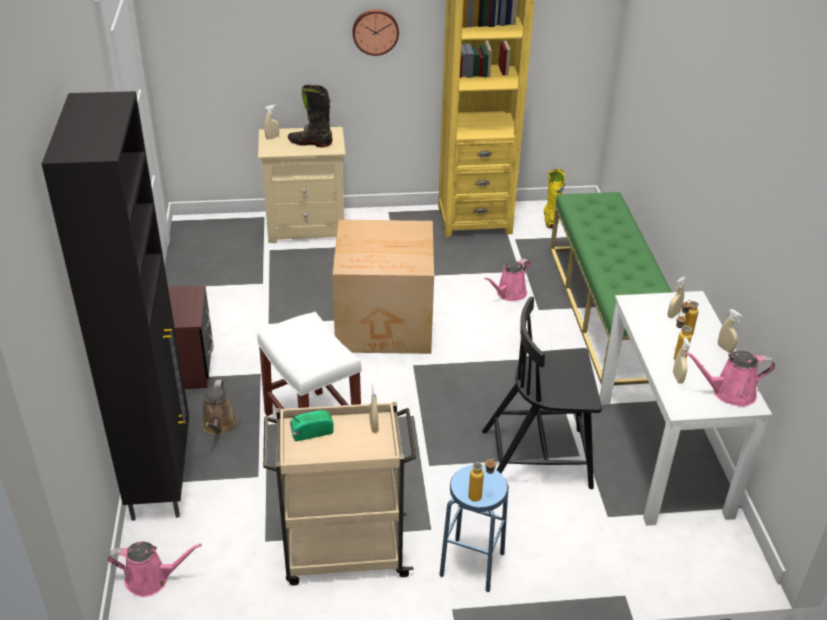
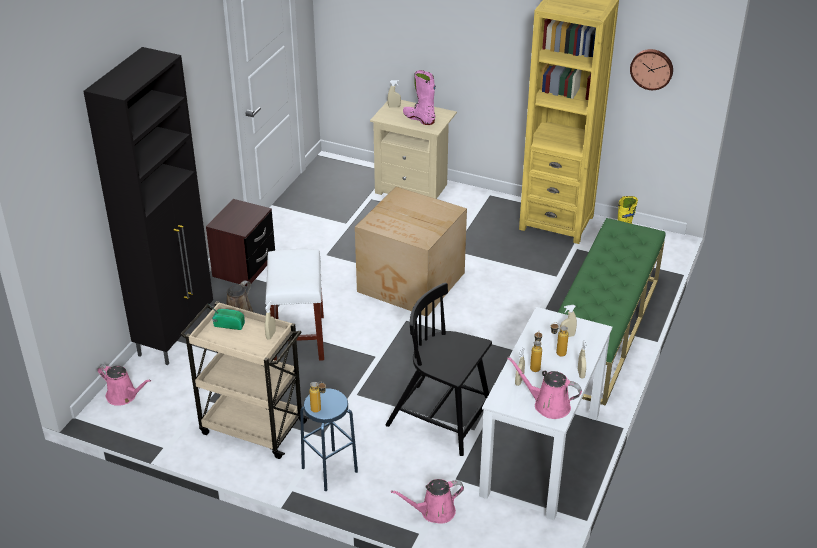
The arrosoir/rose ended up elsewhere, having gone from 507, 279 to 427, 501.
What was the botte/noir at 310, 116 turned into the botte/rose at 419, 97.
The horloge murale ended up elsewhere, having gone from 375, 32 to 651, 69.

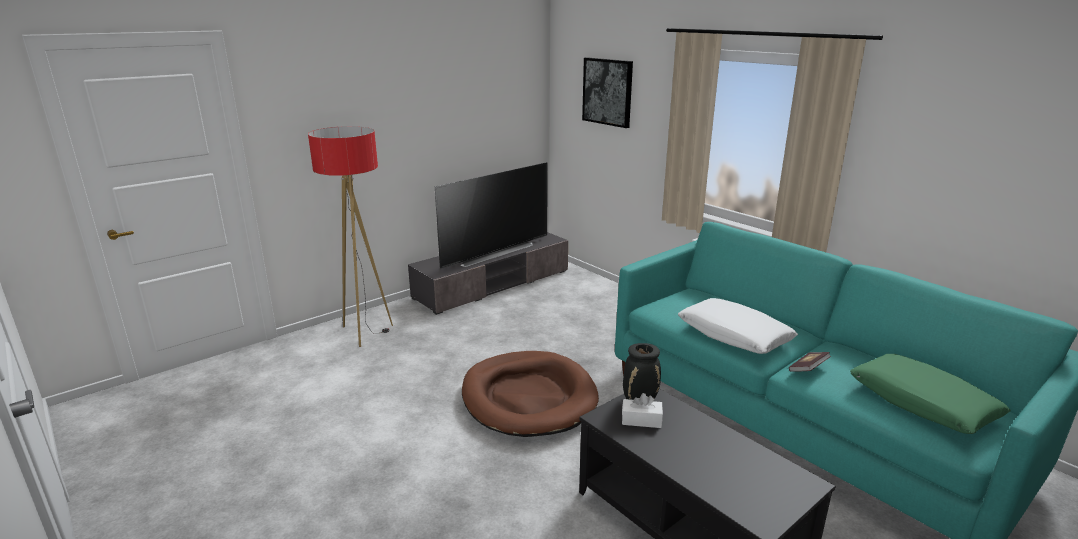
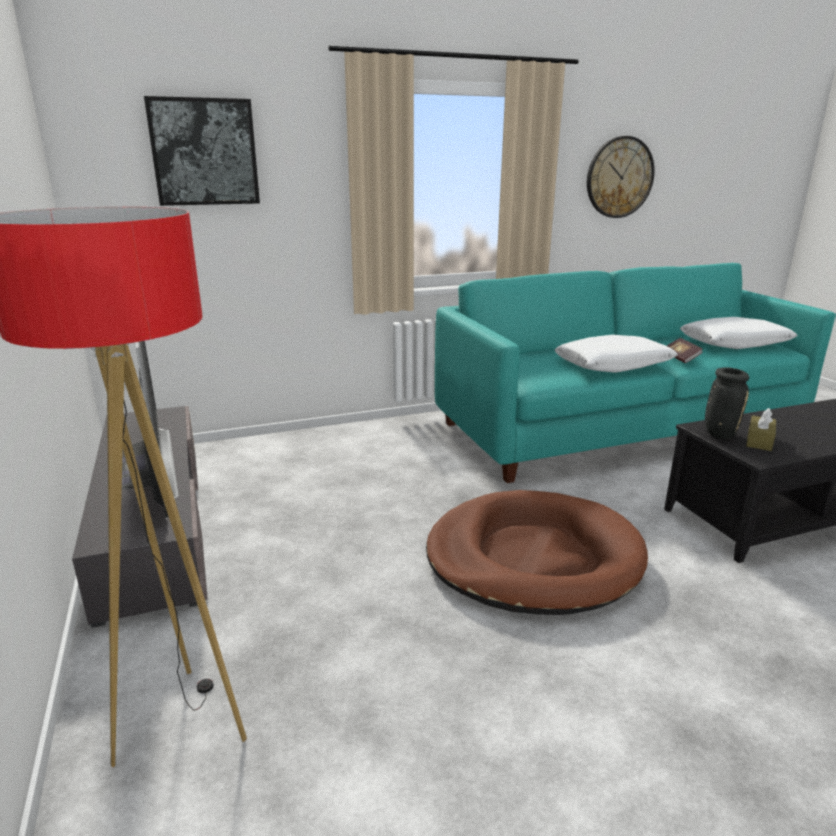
The second view gained the horloge murale at 621, 177.
What was the coussin/vert at 930, 394 turned into the coussin/blanc at 739, 333.
What was the boîte à mouchoirs/blanc at 642, 410 turned into the boîte à mouchoirs/marron at 761, 429.

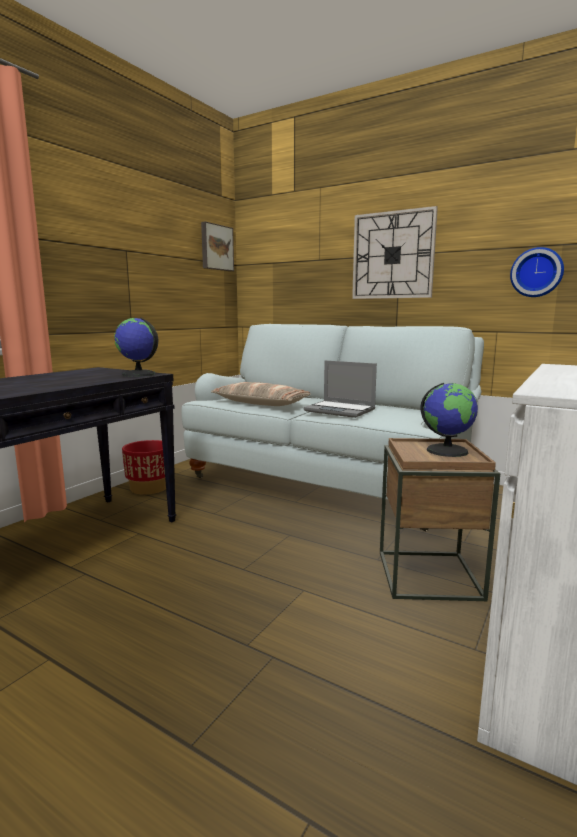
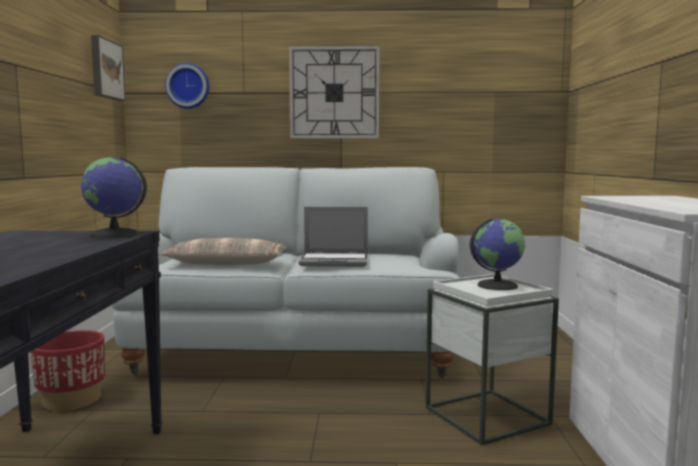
The horloge murale ended up elsewhere, having gone from 537, 272 to 187, 86.
What was the table d'appoint/marron at 440, 520 turned into the table d'appoint/blanc at 492, 359.

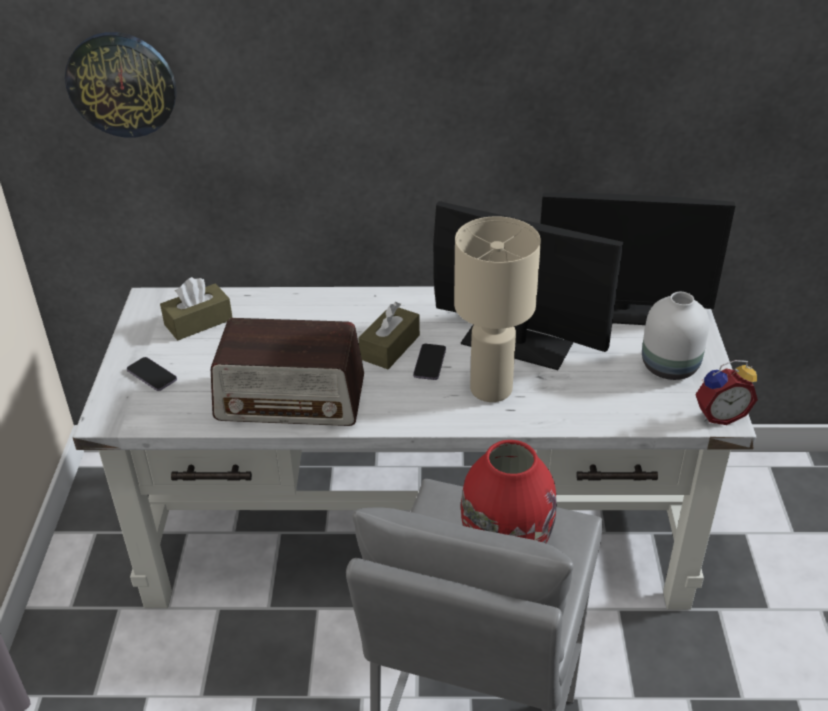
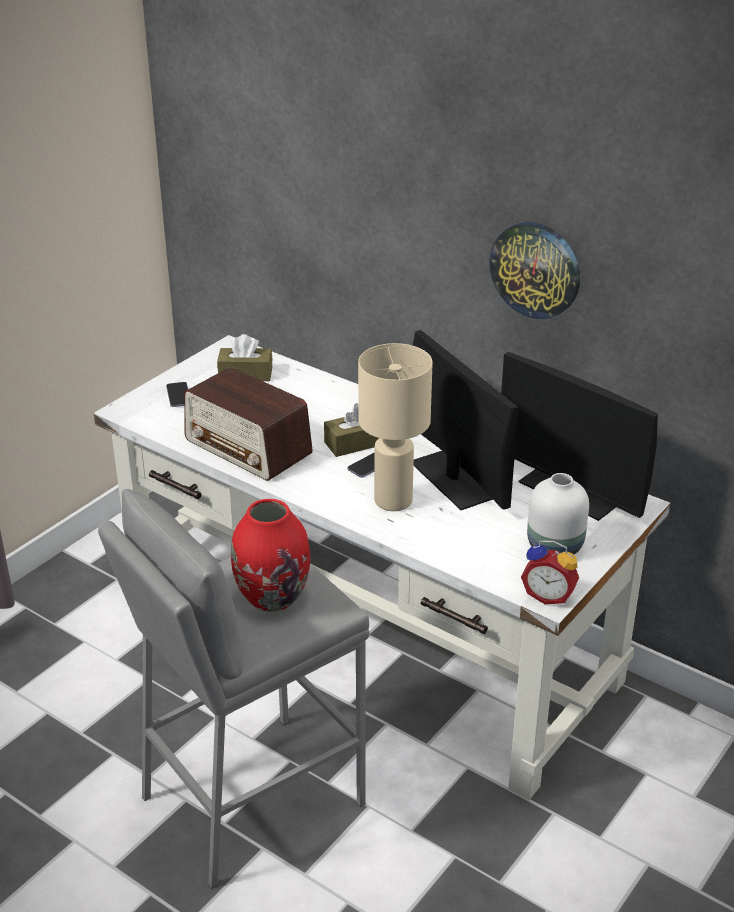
The horloge murale ended up elsewhere, having gone from 121, 85 to 534, 270.

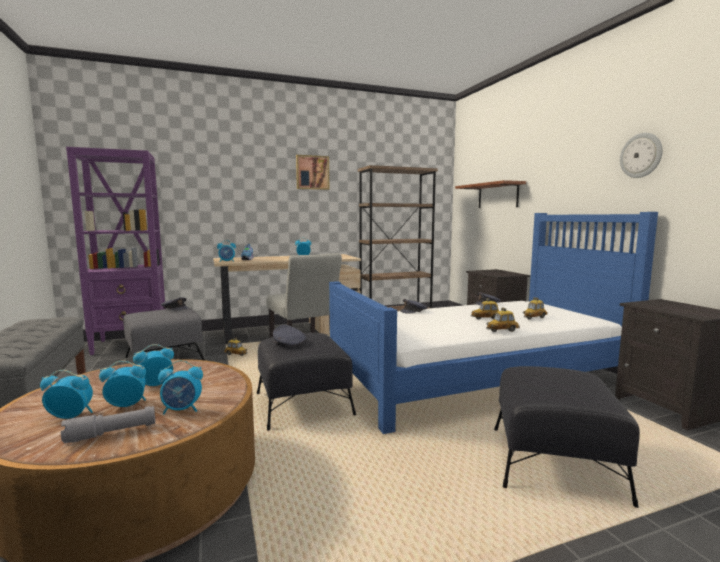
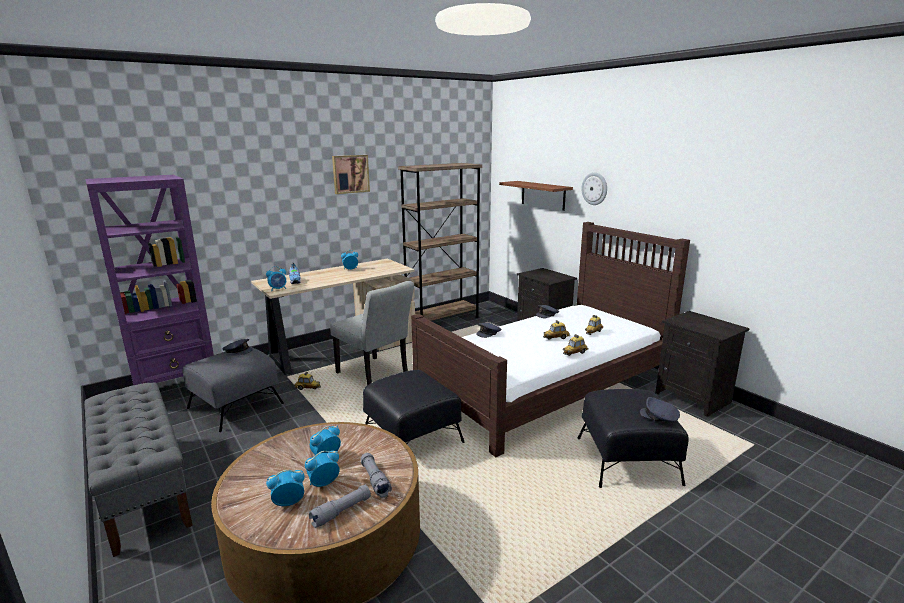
Where the réveil stood at 180, 387, the lampe de poche/gris came to stand at 376, 475.
What was the lit/bleu at 493, 323 turned into the lit/marron at 550, 339.
The horloge murale ended up elsewhere, having gone from 641, 155 to 594, 188.
The casquette/gris ended up elsewhere, having gone from 289, 335 to 660, 409.

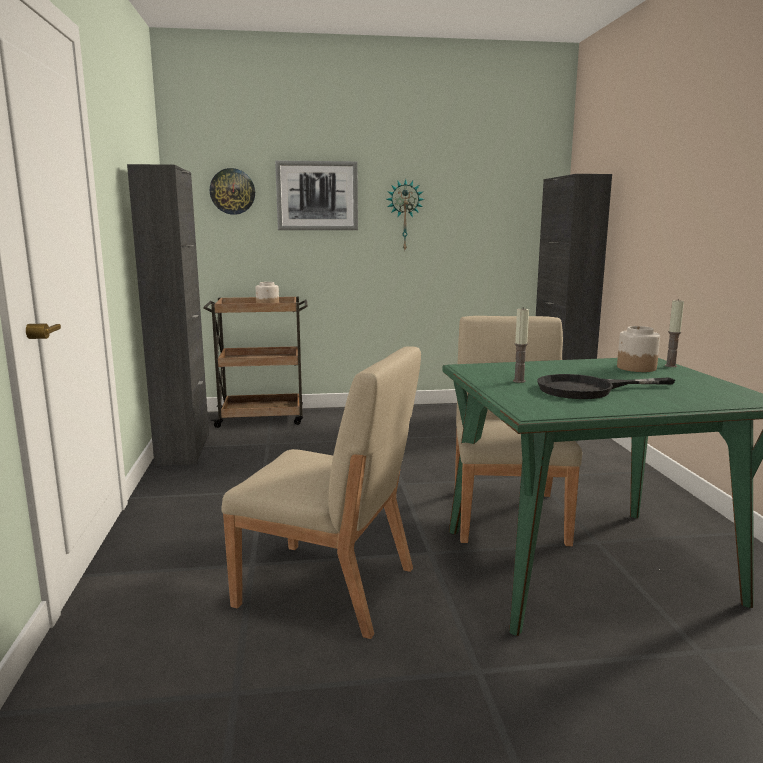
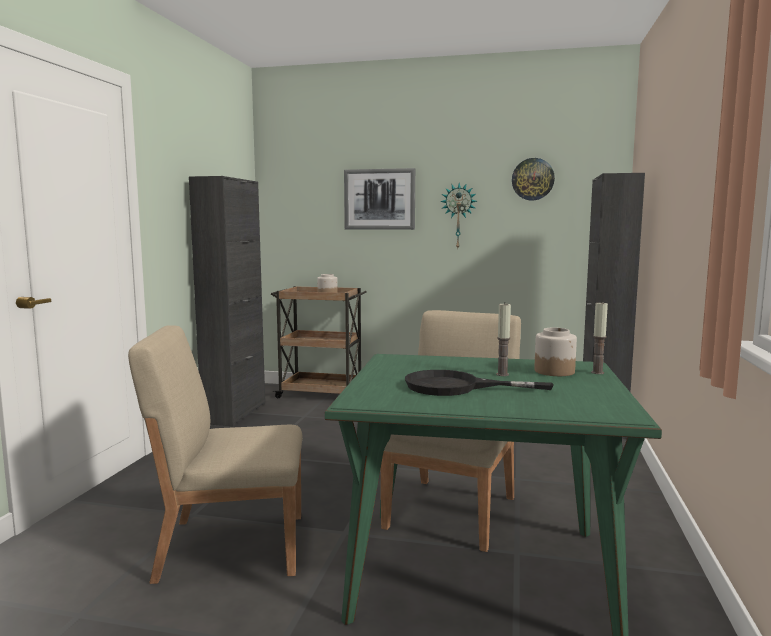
The chaise/beige at 321, 493 ended up facing another way, 135 degrees clockwise from before.
The bougie ended up elsewhere, having gone from 521, 346 to 503, 339.
The horloge murale ended up elsewhere, having gone from 232, 191 to 533, 179.

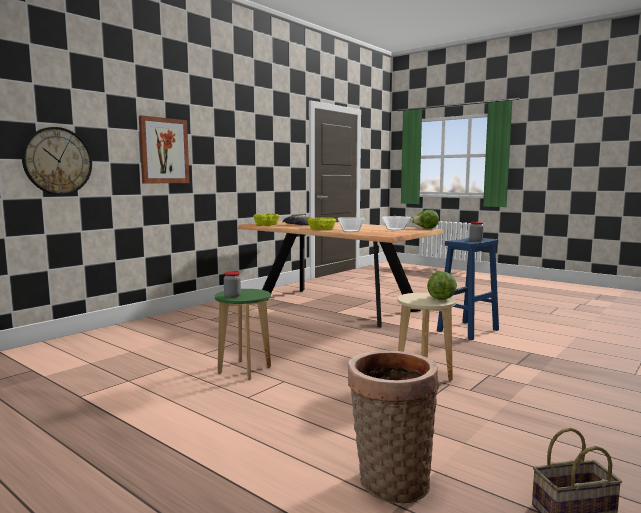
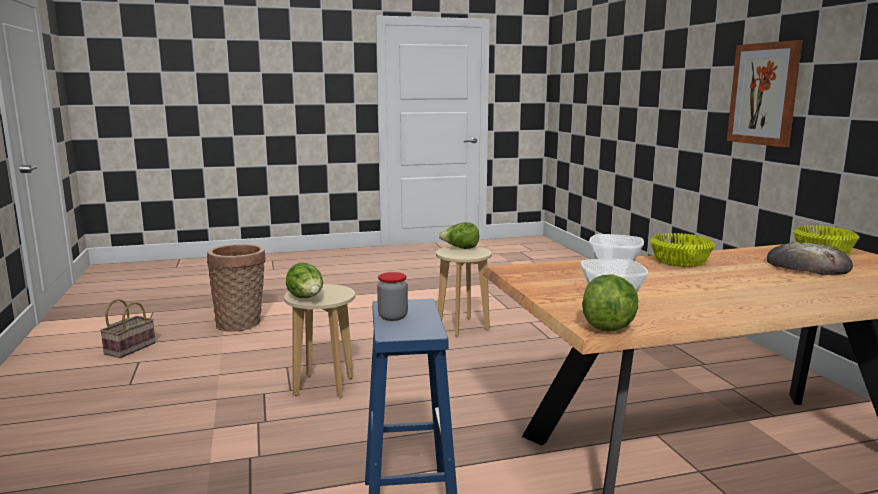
What was the tabouret/vert at 243, 334 turned into the tabouret/beige at 464, 291.
Where the bocal stood at 232, 285, the laitue came to stand at 459, 235.
The second view lost the horloge murale at 57, 161.

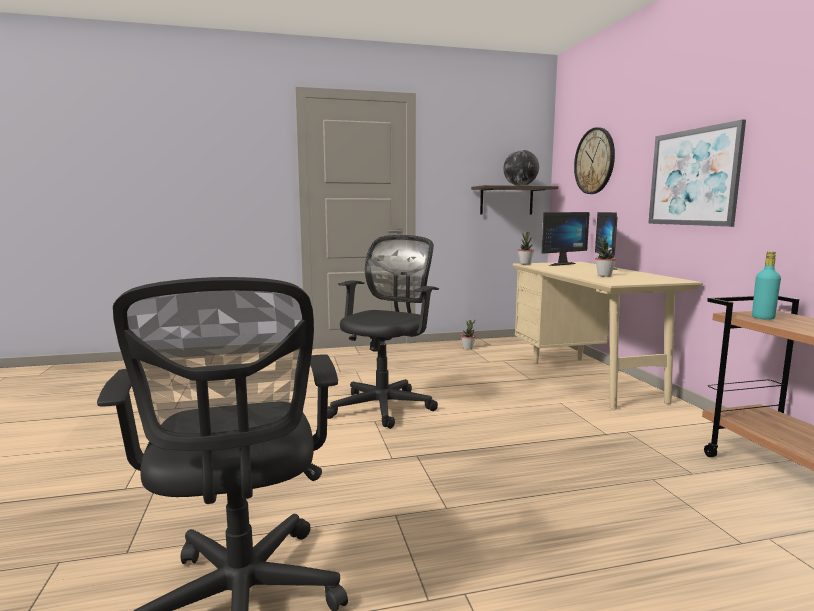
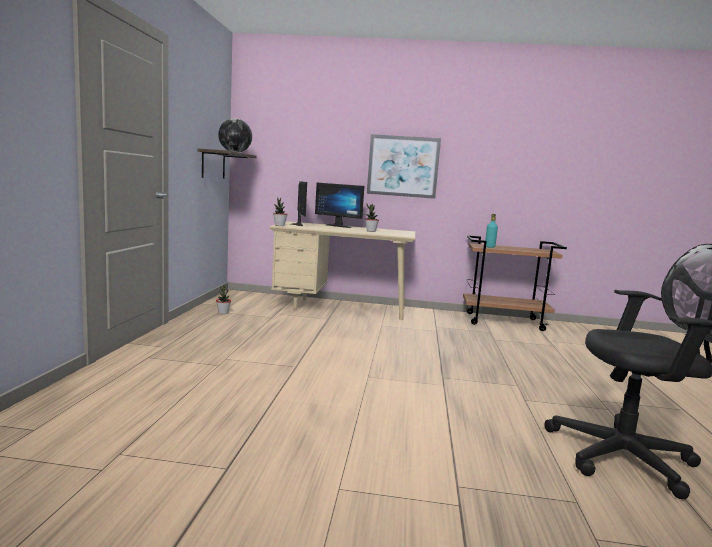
The second view lost the chaise de bureau/noir at 383, 332.
The second view lost the horloge murale at 594, 160.

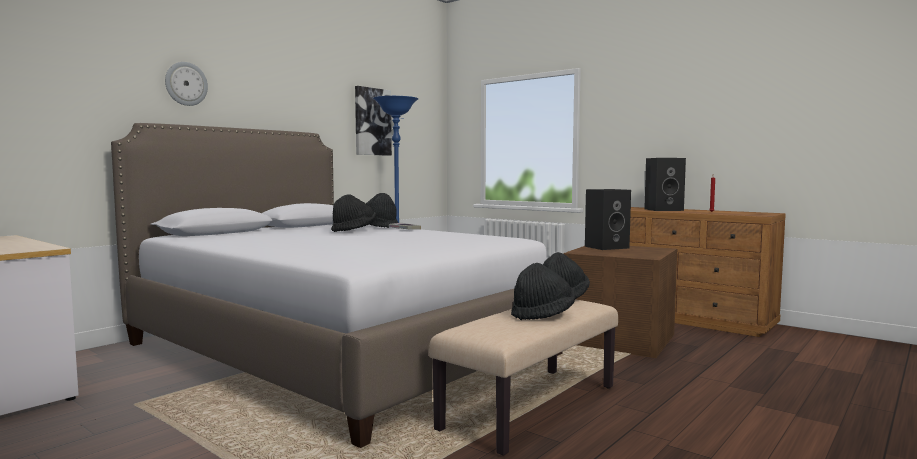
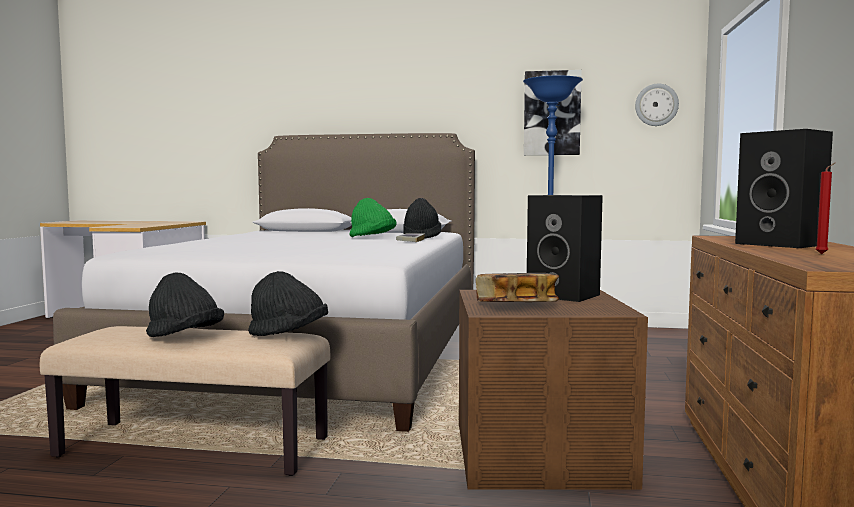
What was the chapeau/noir at 354, 213 turned into the chapeau/vert at 373, 217.
The second view gained the livre at 517, 287.
The horloge murale ended up elsewhere, having gone from 186, 84 to 657, 105.

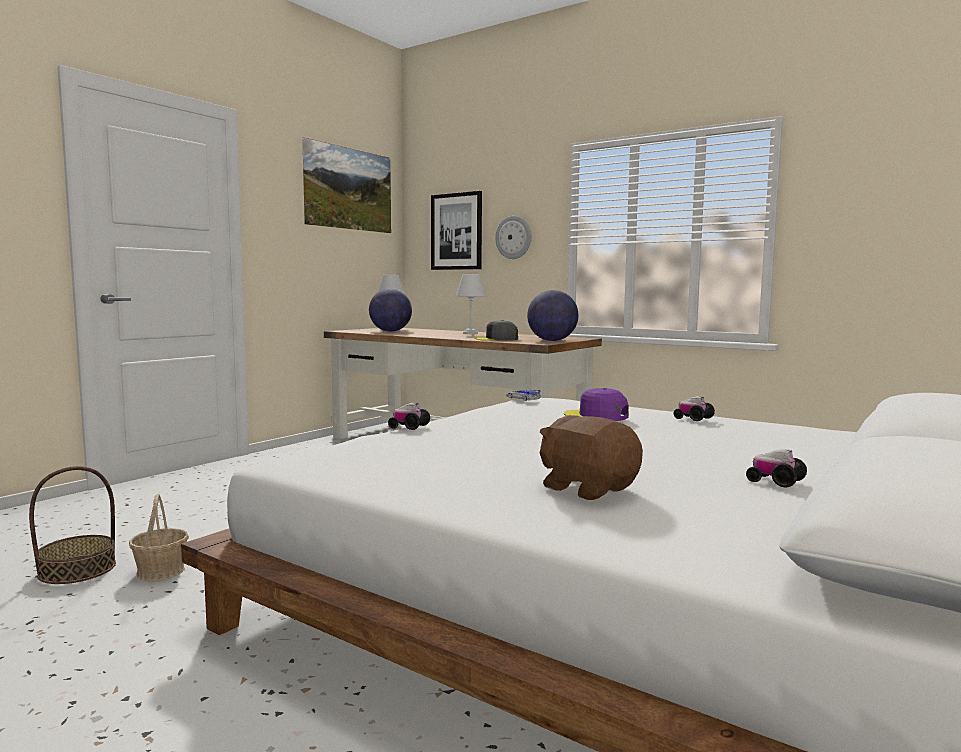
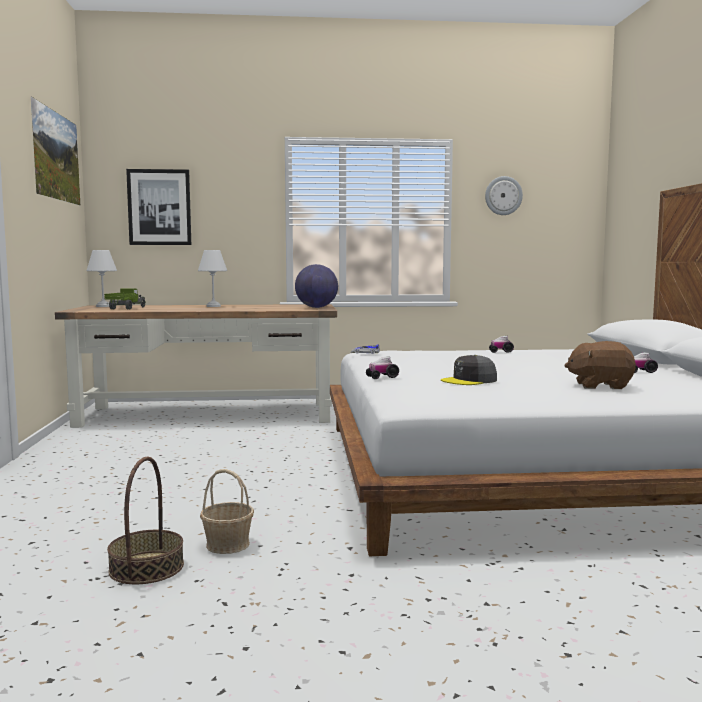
Where the globe stood at 390, 310, the camion jouet came to stand at 124, 299.
The casquette/gris ended up elsewhere, having gone from 496, 330 to 469, 370.
The horloge murale ended up elsewhere, having gone from 513, 237 to 504, 195.
The second view lost the casquette/violet at 596, 404.

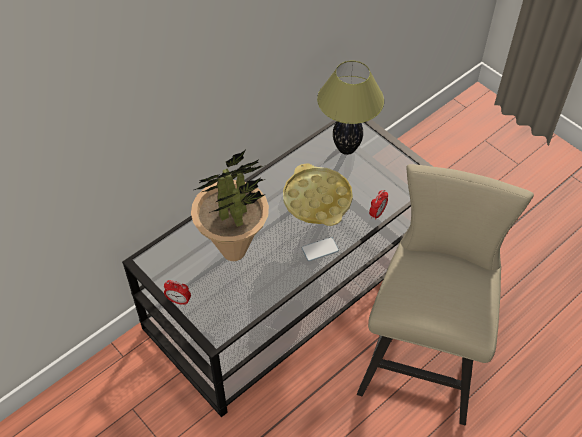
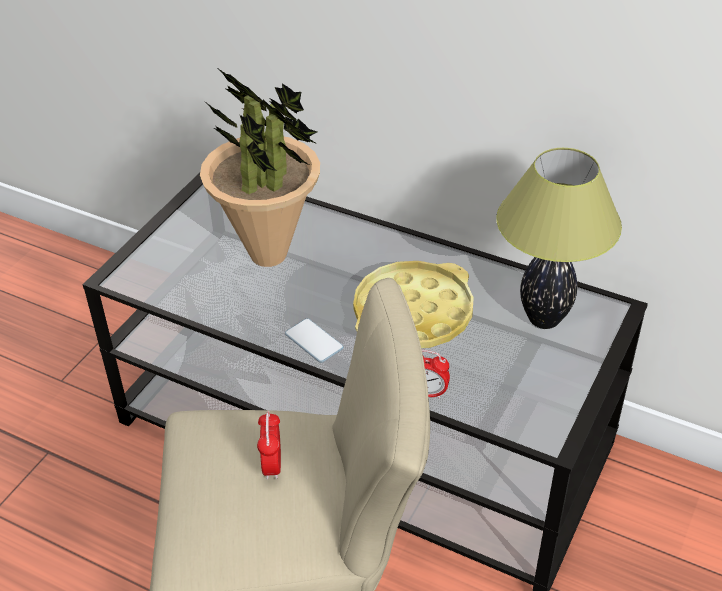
The réveil ended up elsewhere, having gone from 177, 292 to 269, 445.

